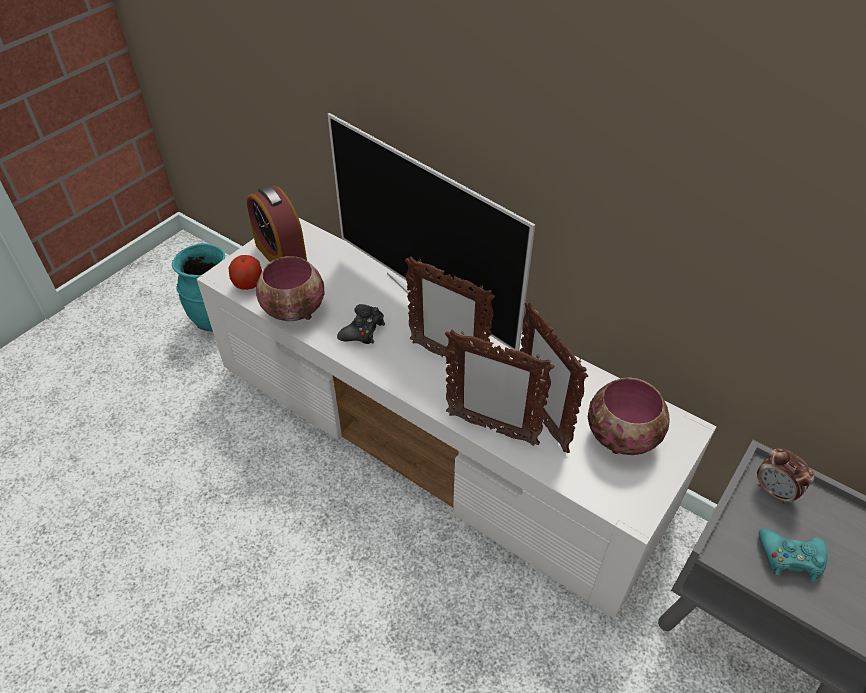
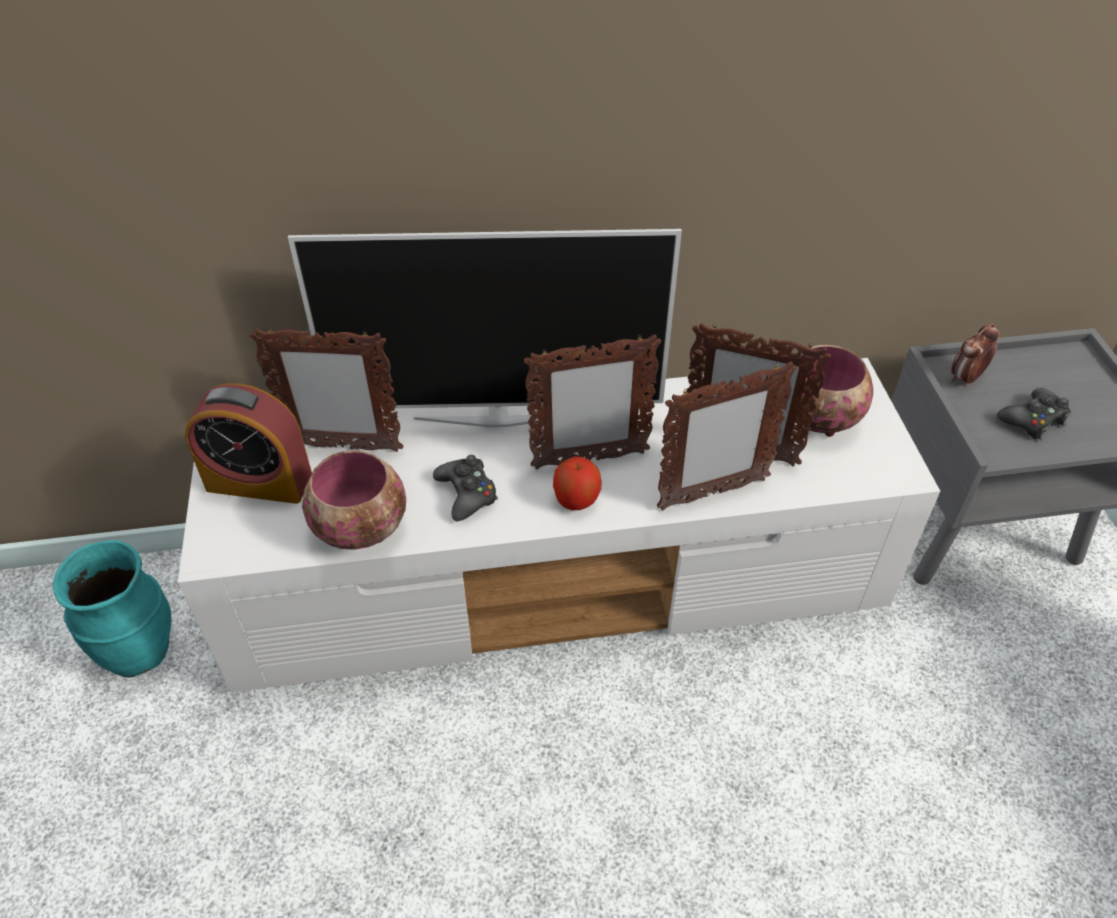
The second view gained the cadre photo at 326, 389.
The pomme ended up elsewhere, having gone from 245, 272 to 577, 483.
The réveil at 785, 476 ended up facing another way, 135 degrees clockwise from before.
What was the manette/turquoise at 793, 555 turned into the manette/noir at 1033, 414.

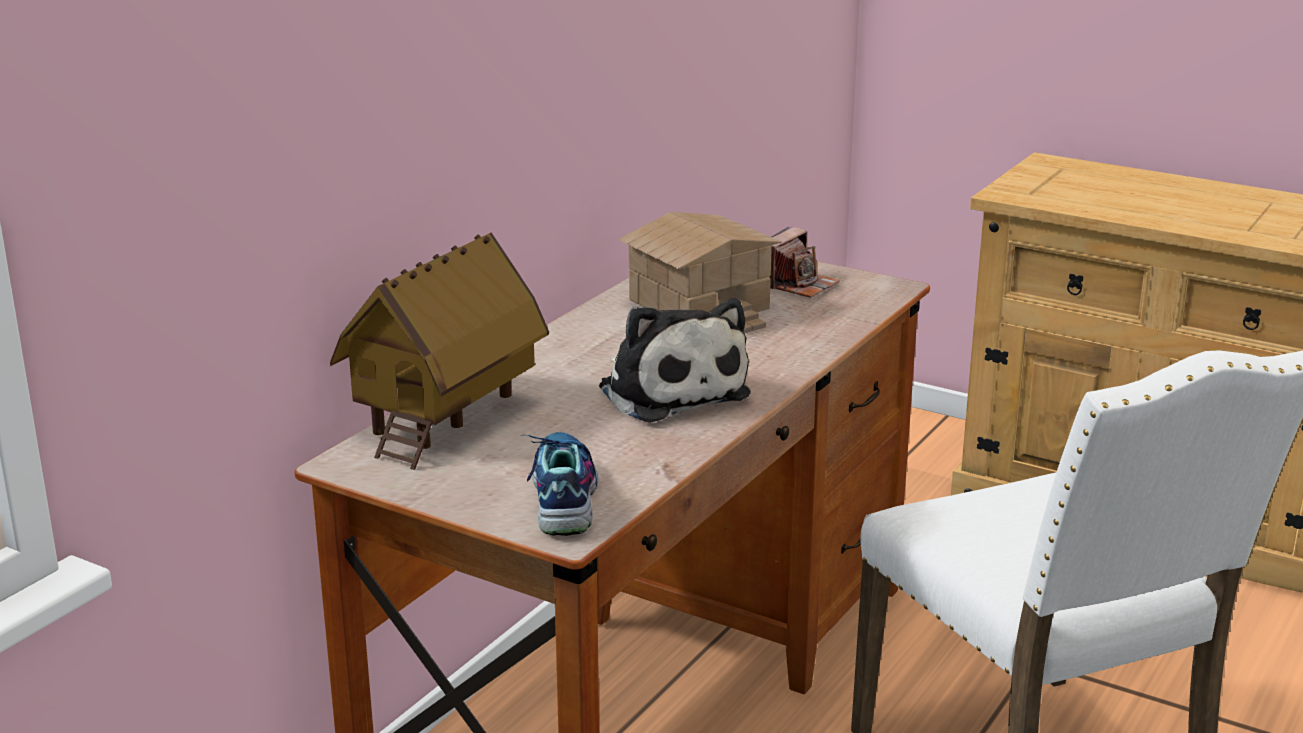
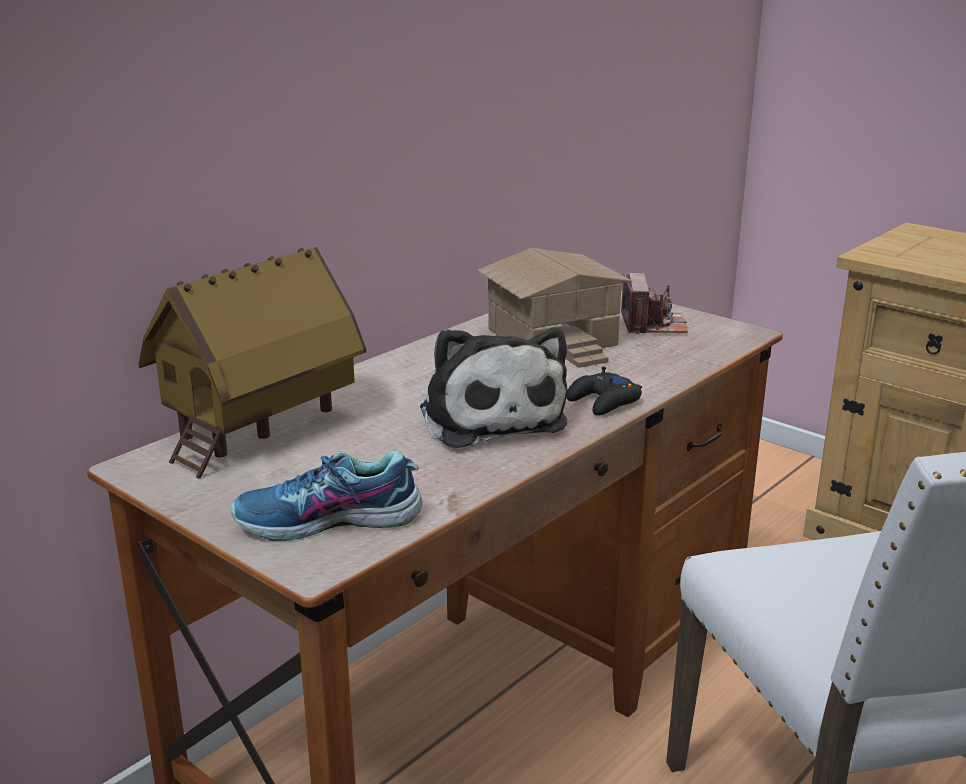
The chaussure at 560, 484 ended up facing another way, 105 degrees counterclockwise from before.
The second view gained the manette/noir at 604, 391.
The appareil photo at 804, 262 ended up facing another way, 45 degrees counterclockwise from before.

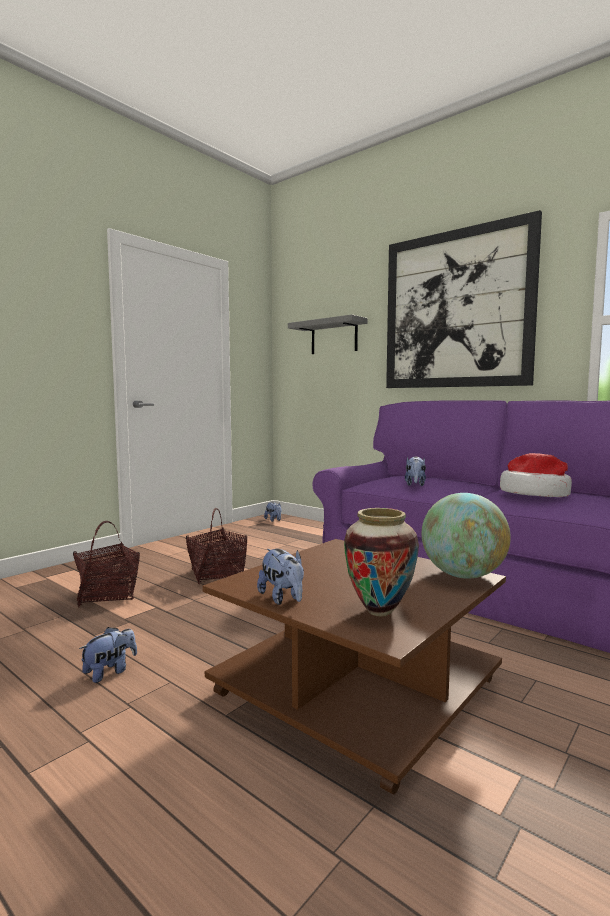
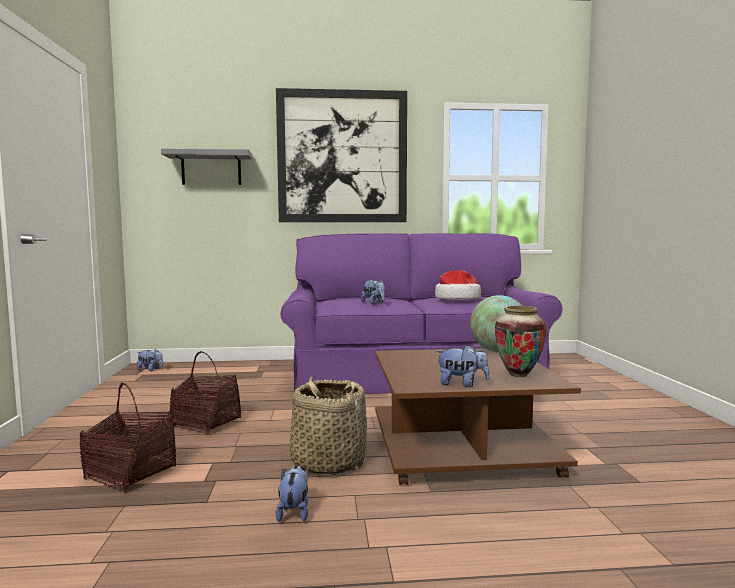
The second view gained the panier at 328, 426.

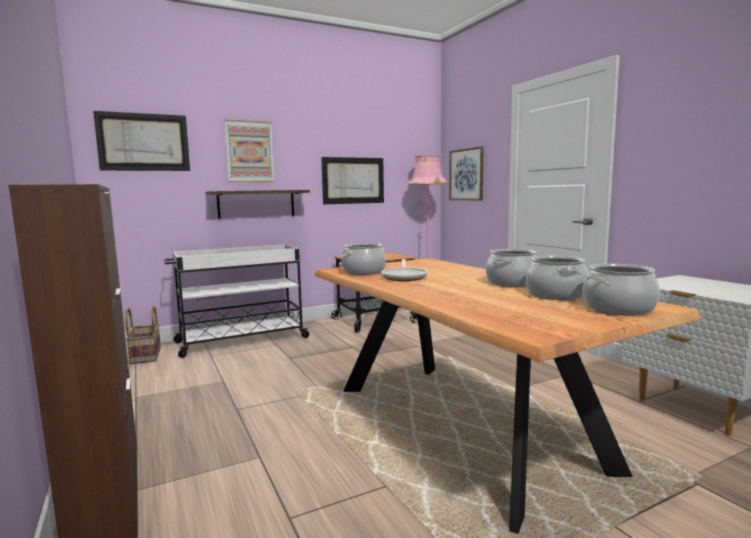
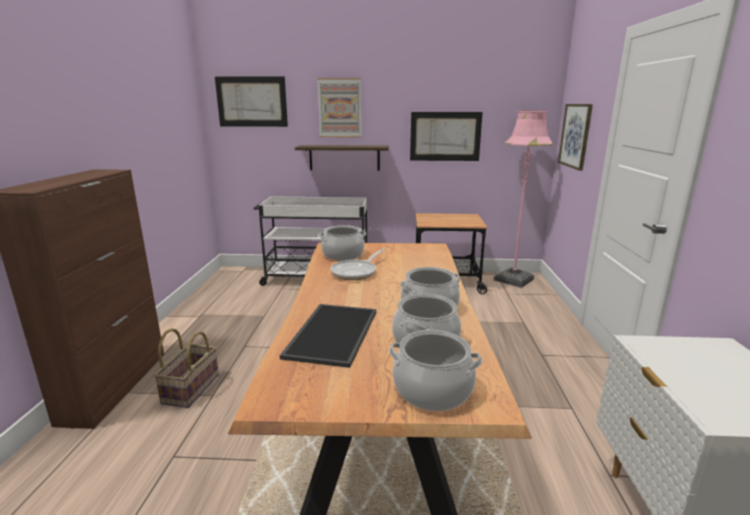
The panier ended up elsewhere, having gone from 143, 335 to 186, 368.
The second view gained the plateau at 328, 336.

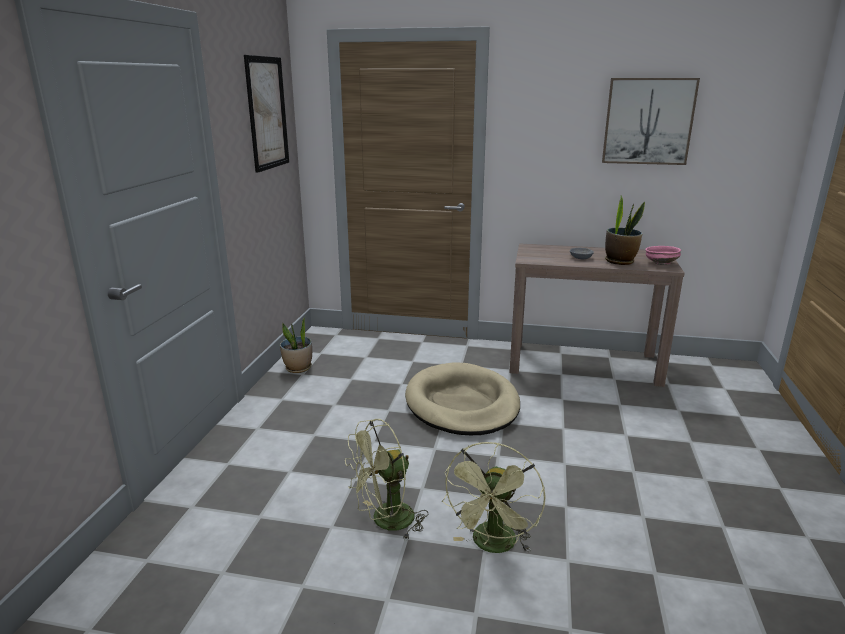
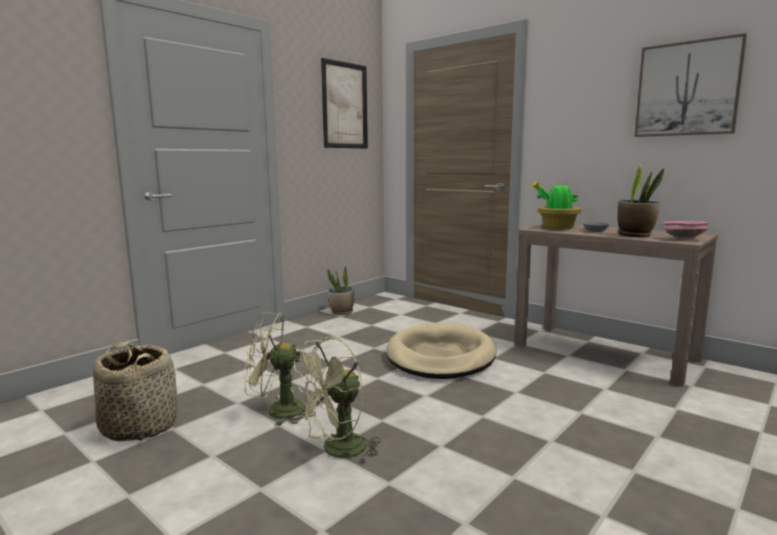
The second view gained the panier at 135, 392.
The second view gained the plante en pot at 556, 205.

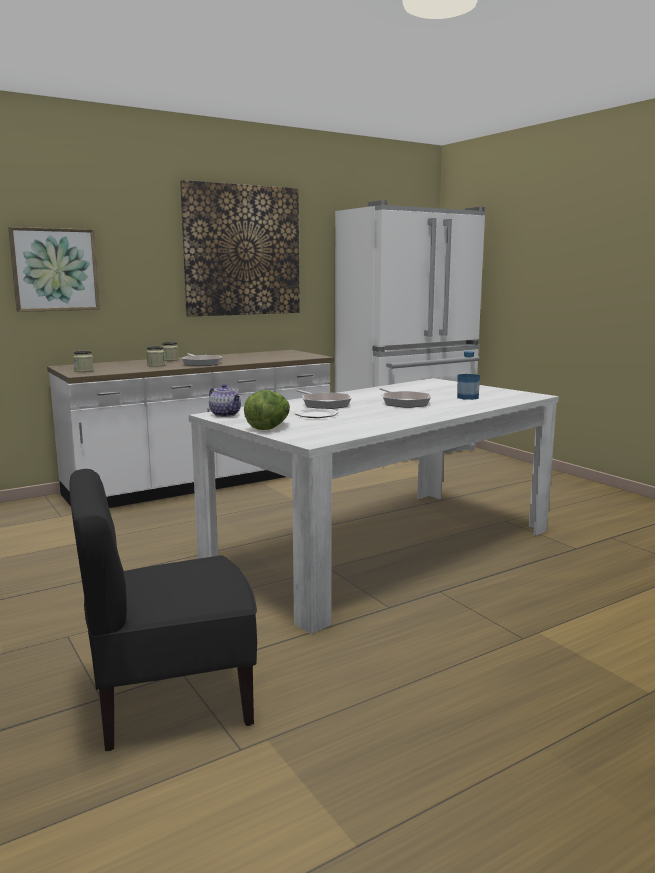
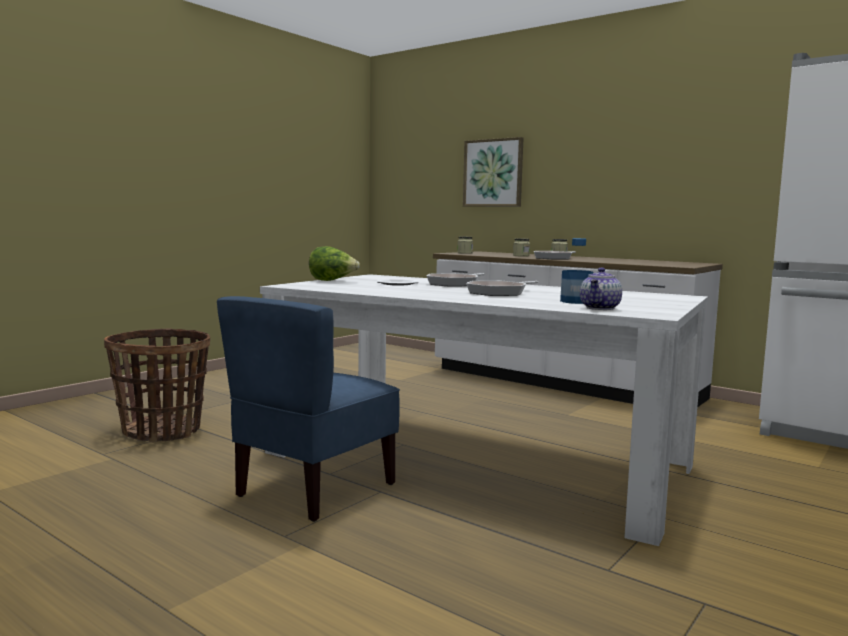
Where the chaise/noir stood at 163, 610, the panier came to stand at 157, 385.
The second view gained the chaise/bleu at 308, 409.
The théière ended up elsewhere, having gone from 225, 400 to 601, 289.
The second view lost the tableau at 240, 248.

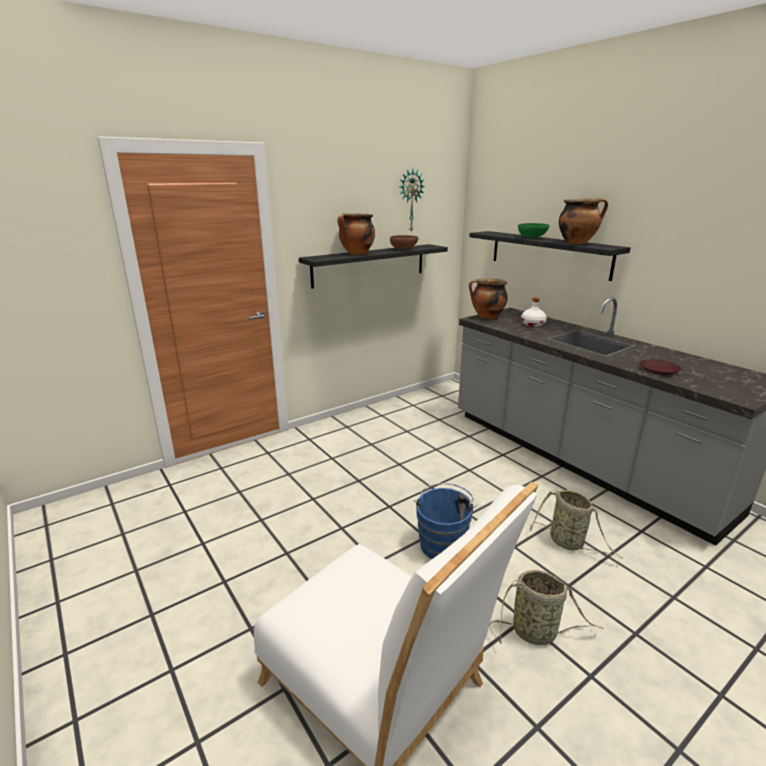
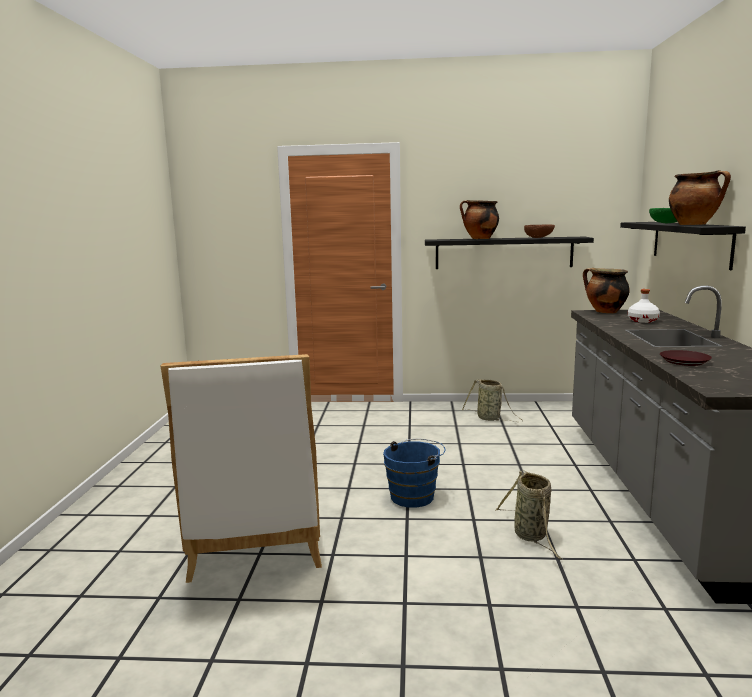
The panier ended up elsewhere, having gone from 546, 607 to 492, 400.
The second view lost the horloge murale at 412, 201.

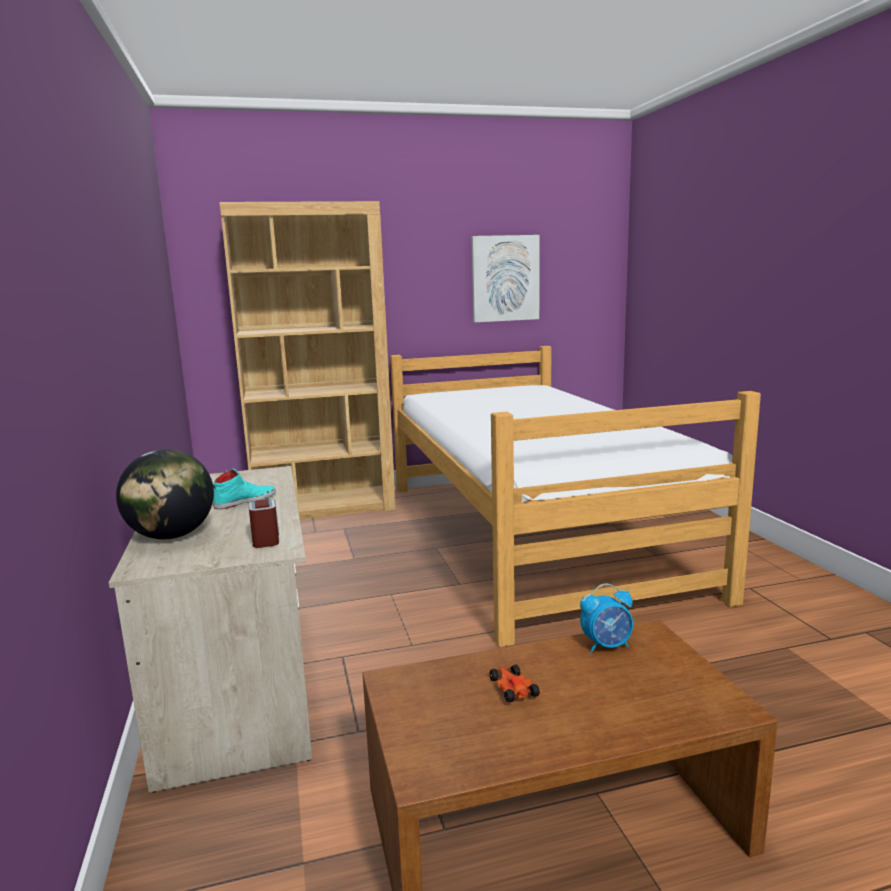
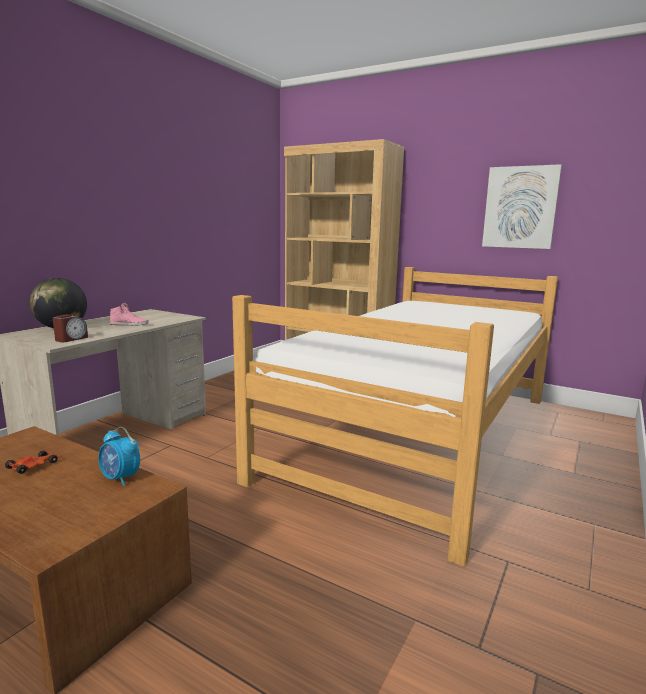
What was the chaussure/turquoise at 244, 489 turned into the chaussure/rose at 129, 314.

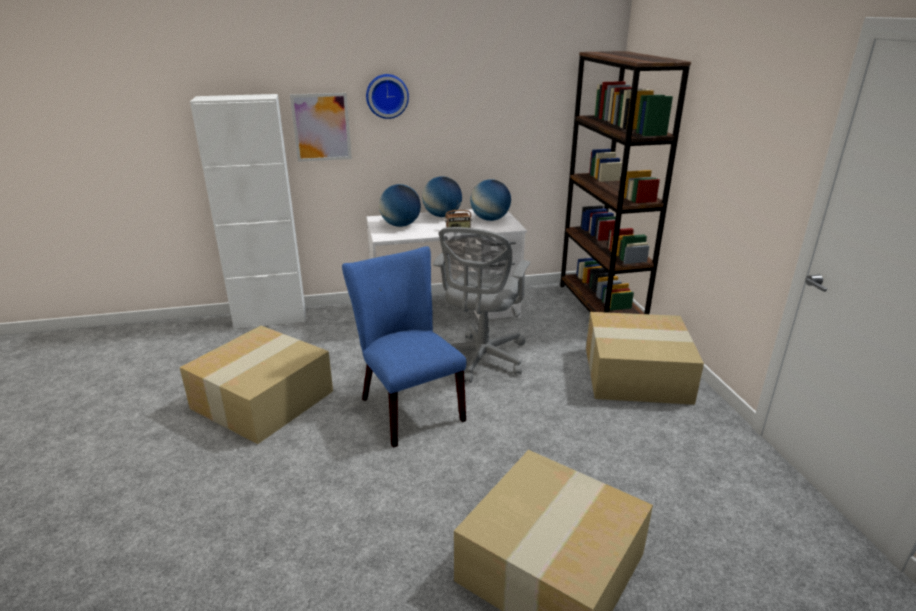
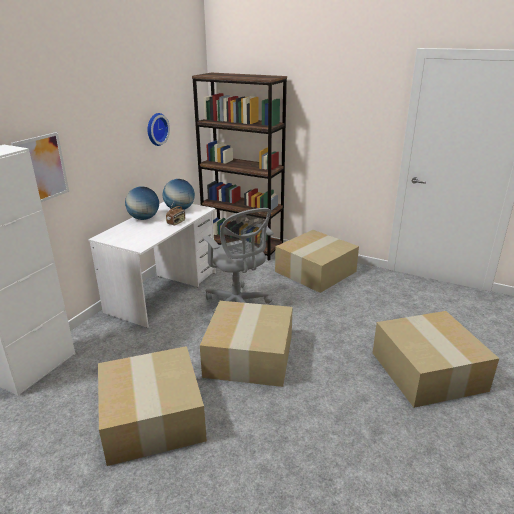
The horloge murale ended up elsewhere, having gone from 387, 96 to 159, 129.
Where the chaise/bleu stood at 404, 347, the carton came to stand at 246, 344.
The second view lost the globe at 400, 205.

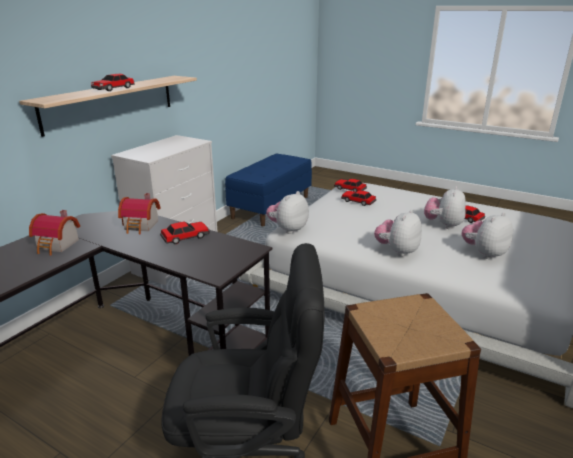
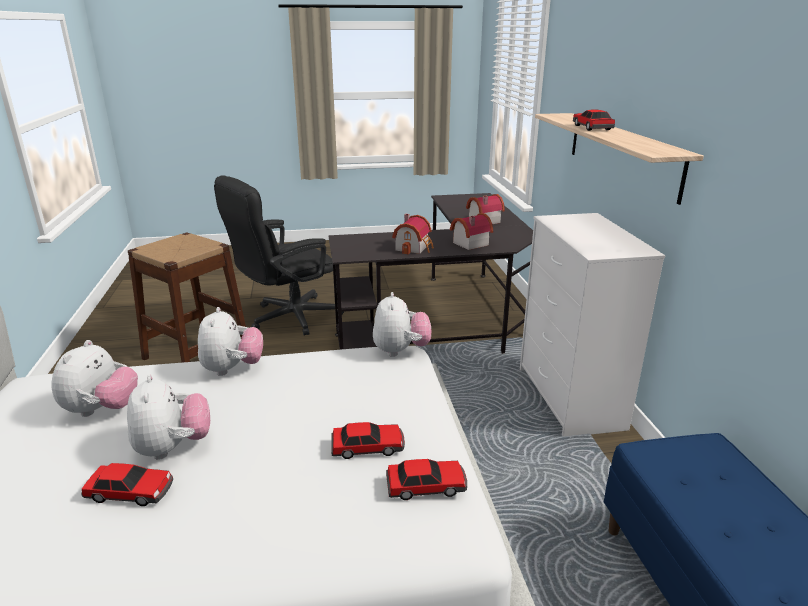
Where the petite voiture stood at 185, 233, the maison miniature came to stand at 413, 234.

